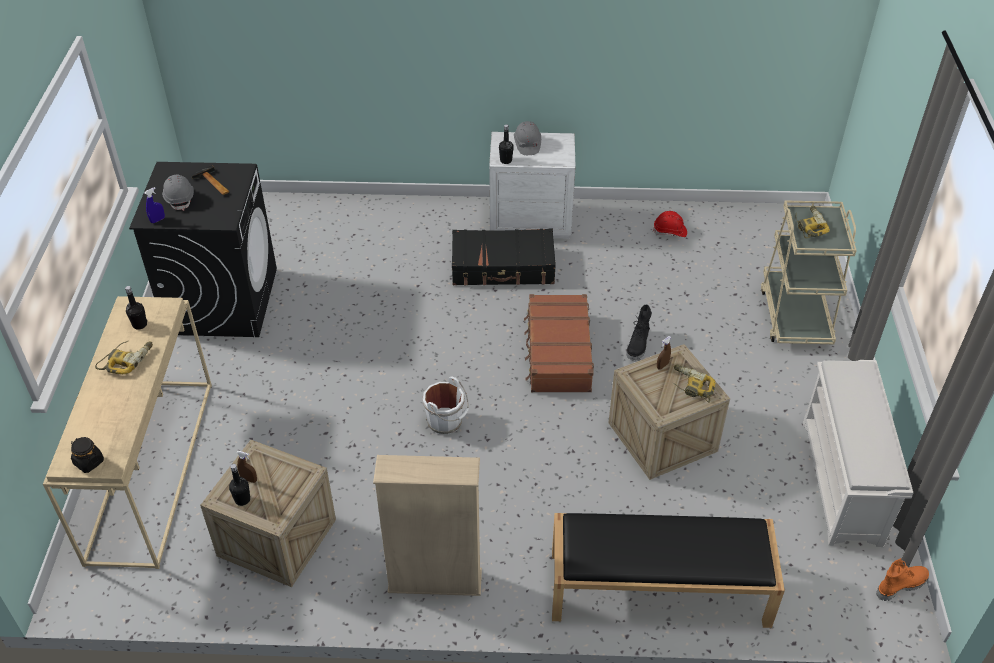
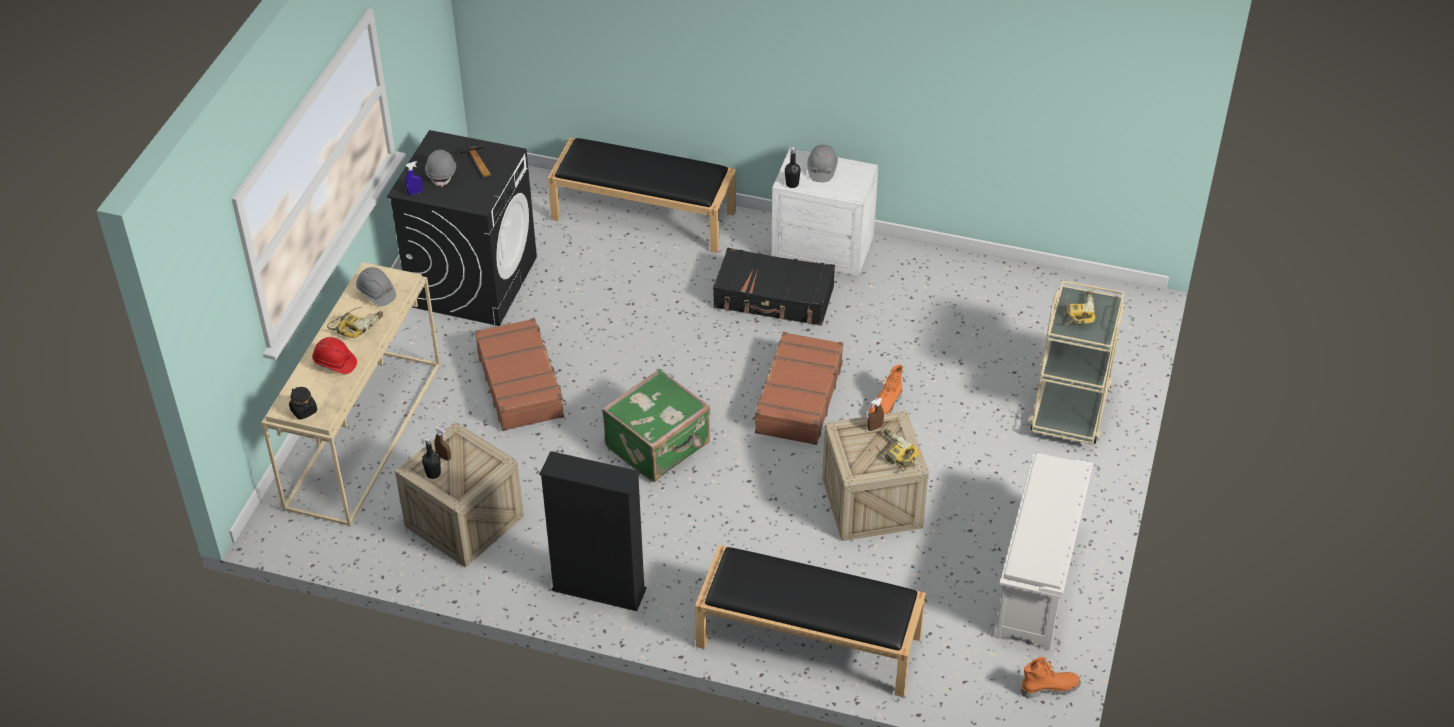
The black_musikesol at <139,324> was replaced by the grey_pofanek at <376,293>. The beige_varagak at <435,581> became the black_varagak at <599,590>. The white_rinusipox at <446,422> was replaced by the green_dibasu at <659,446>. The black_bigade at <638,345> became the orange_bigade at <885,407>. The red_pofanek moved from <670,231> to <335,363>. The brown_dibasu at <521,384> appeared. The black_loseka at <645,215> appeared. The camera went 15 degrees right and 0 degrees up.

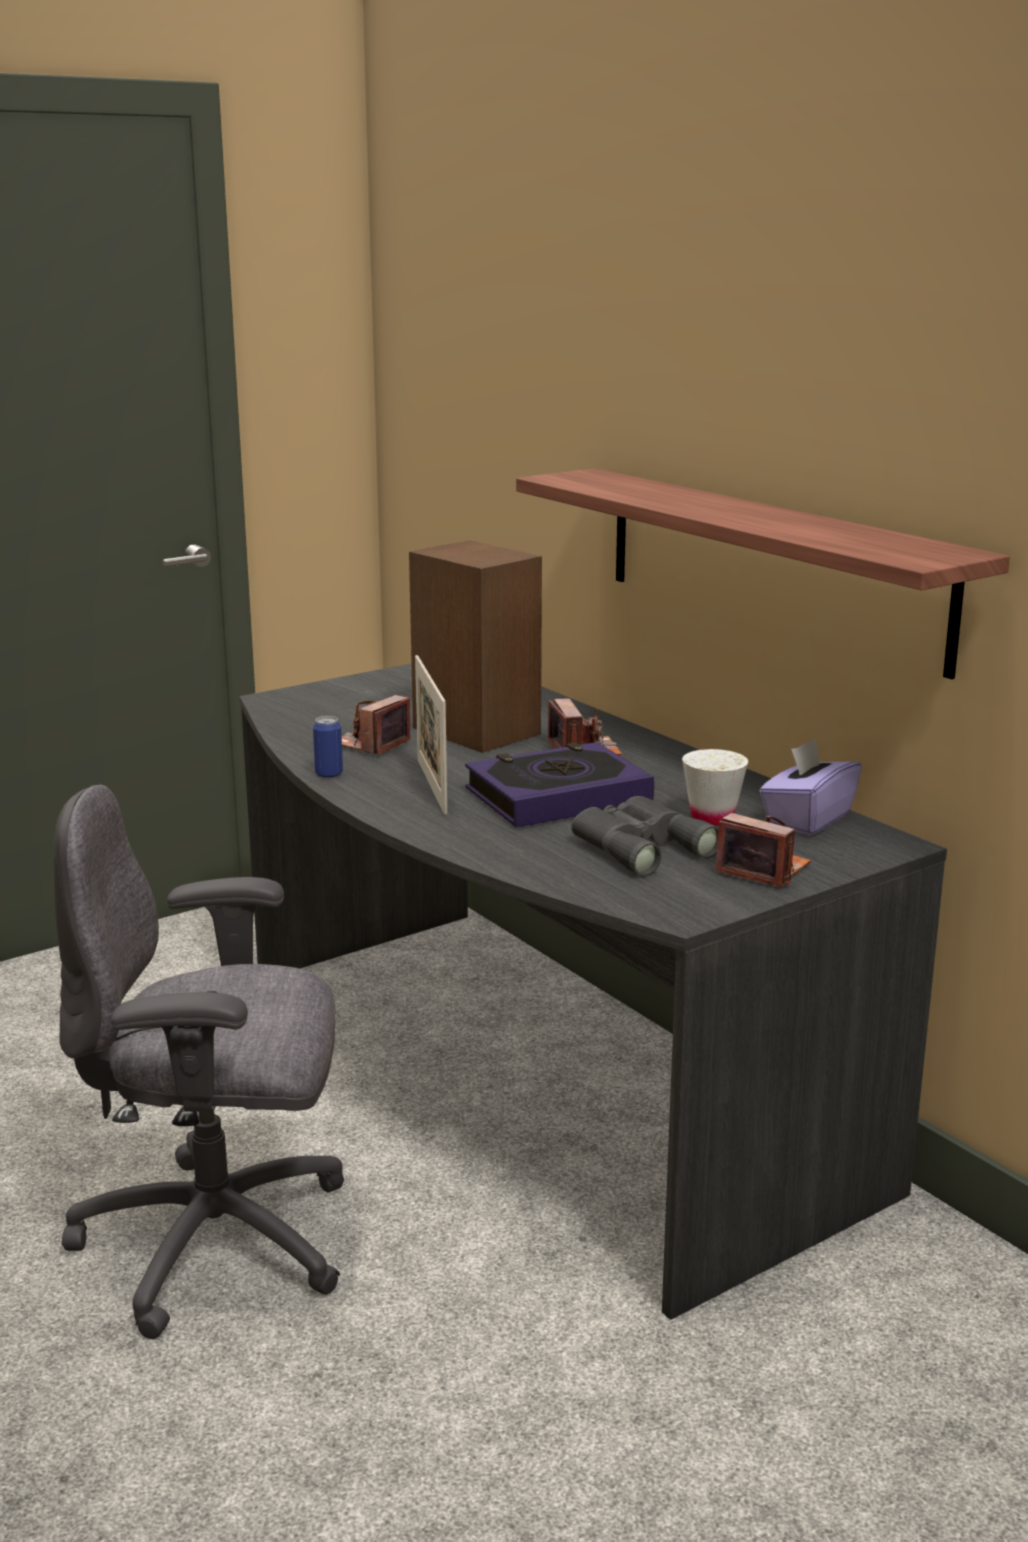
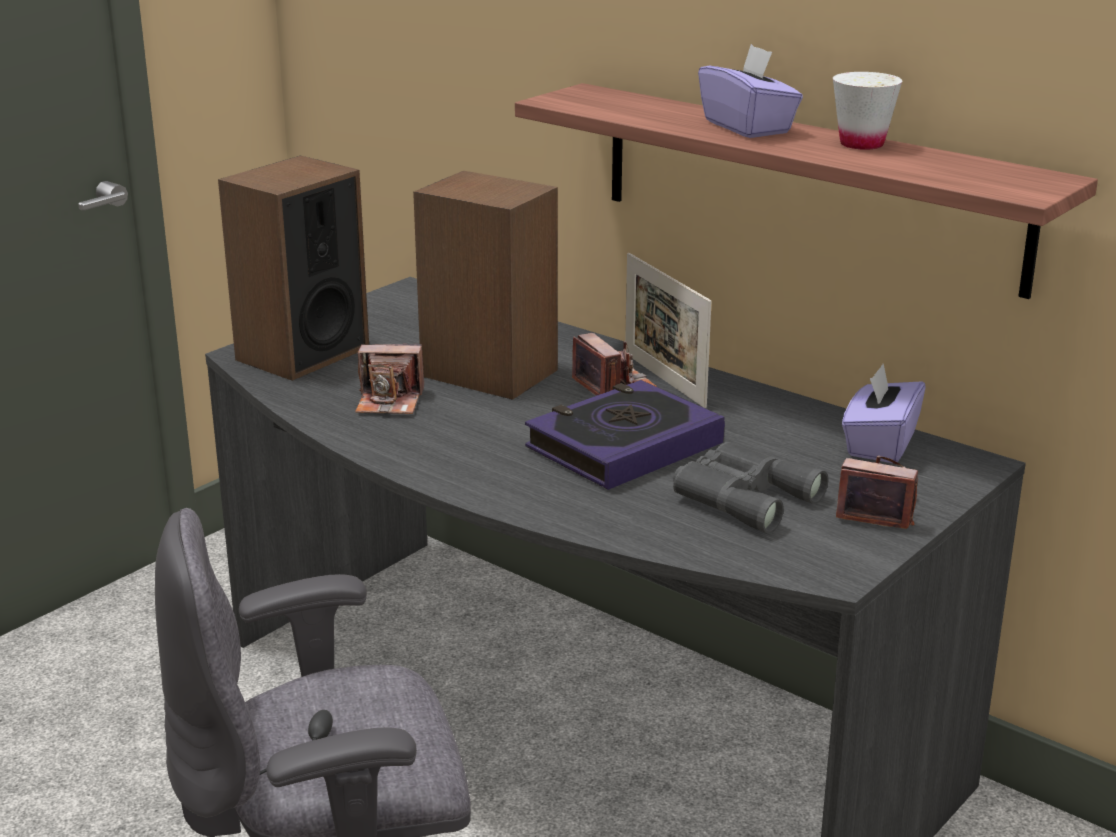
The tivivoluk at <329,774> disappeared. The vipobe at <371,744> turned 105 degrees counterclockwise. The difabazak moved from <431,786> to <664,379>. The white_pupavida moved from <712,819> to <861,144>. The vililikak at <302,353> appeared. The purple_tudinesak at <748,127> appeared. The camera went 15 degrees left and 5 degrees up.

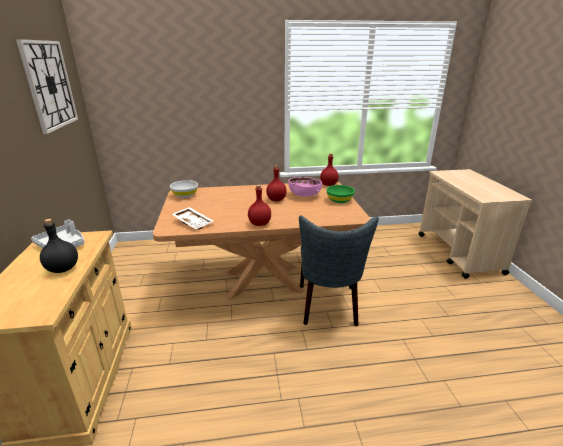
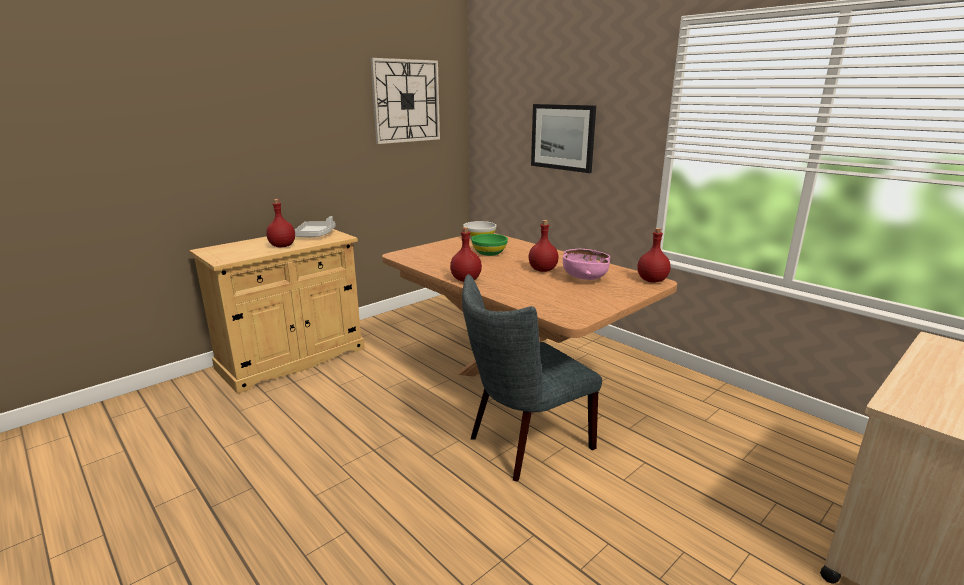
The black_musikesol at <63,269> became the red_musikesol at <282,246>. The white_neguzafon at <193,222> disappeared. The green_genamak moved from <339,200> to <489,253>. The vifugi at <562,137> appeared. The camera went 55 degrees right and 5 degrees down.

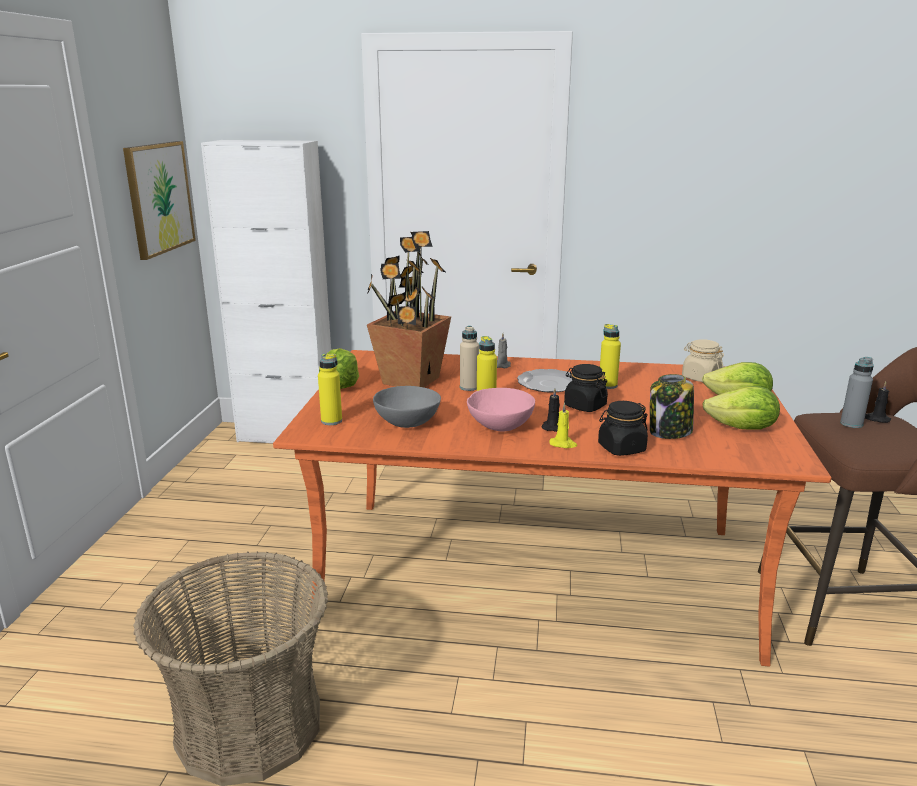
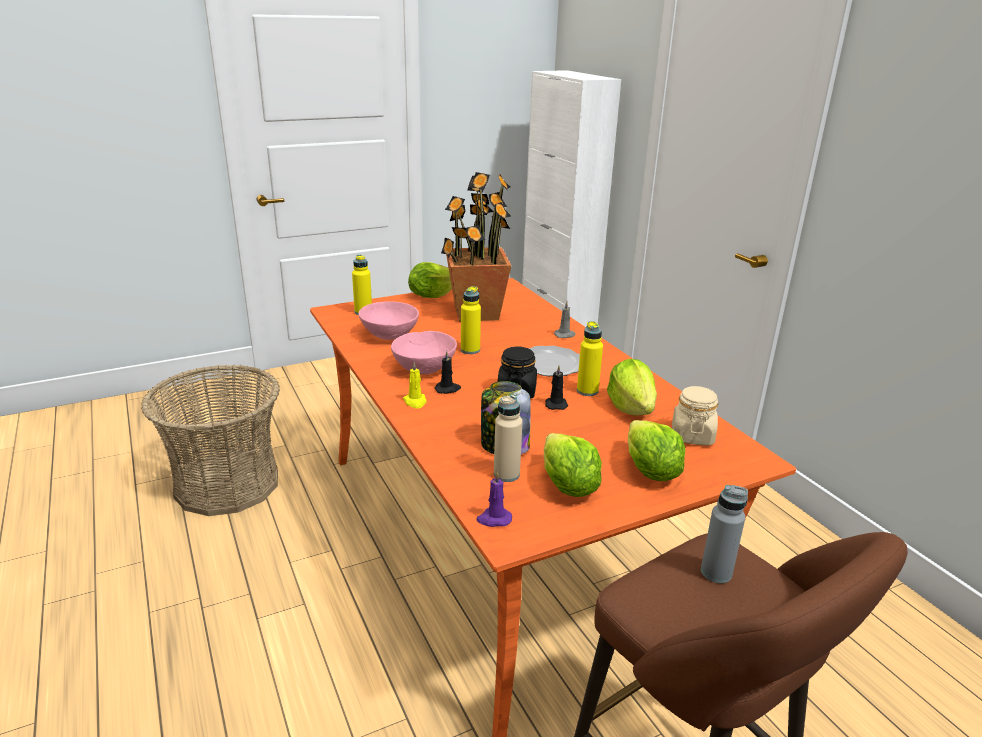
The vifugi at <159,198> disappeared. The grey_genamak at <407,422> became the pink_genamak at <390,335>. The beige_musikesol moved from <469,387> to <506,474>. The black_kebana at <621,448> disappeared. The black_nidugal moved from <876,419> to <555,404>. The purple_nidugal at <494,519> appeared. The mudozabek at <631,408> appeared. The camera went 55 degrees right and 5 degrees up.

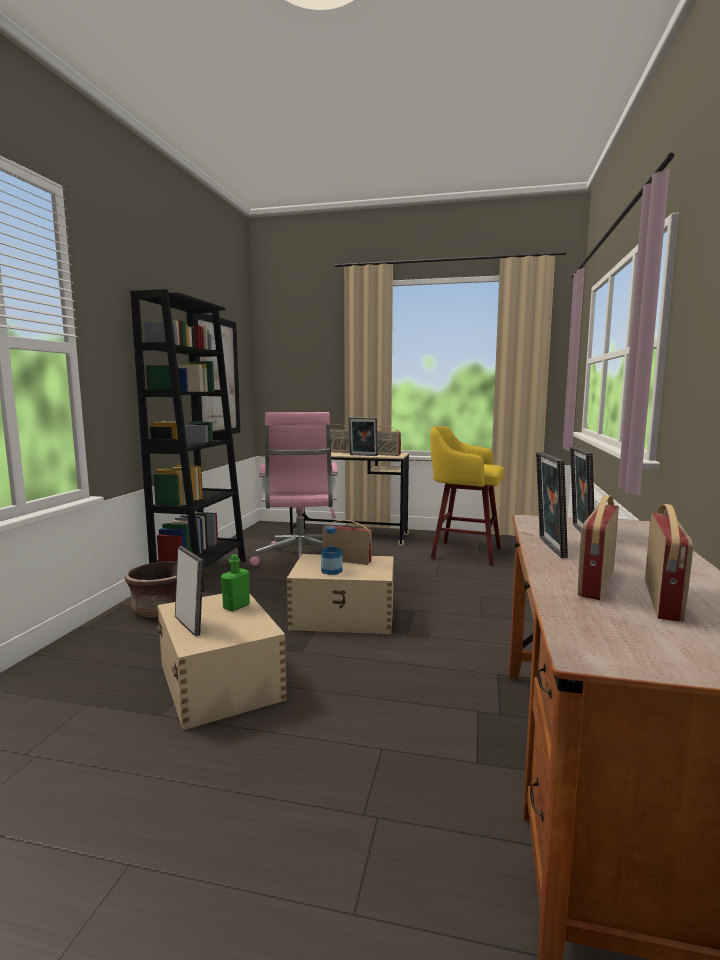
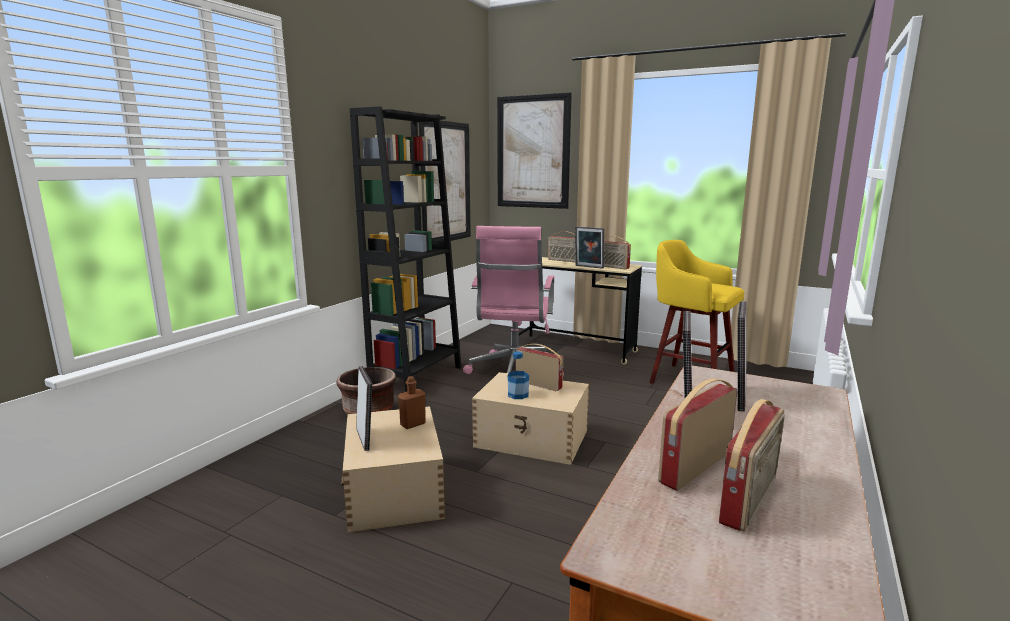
The green_musikesol at <236,606> became the brown_musikesol at <412,424>. The vifugi at <532,152> appeared. The camera went 15 degrees right and 5 degrees up.

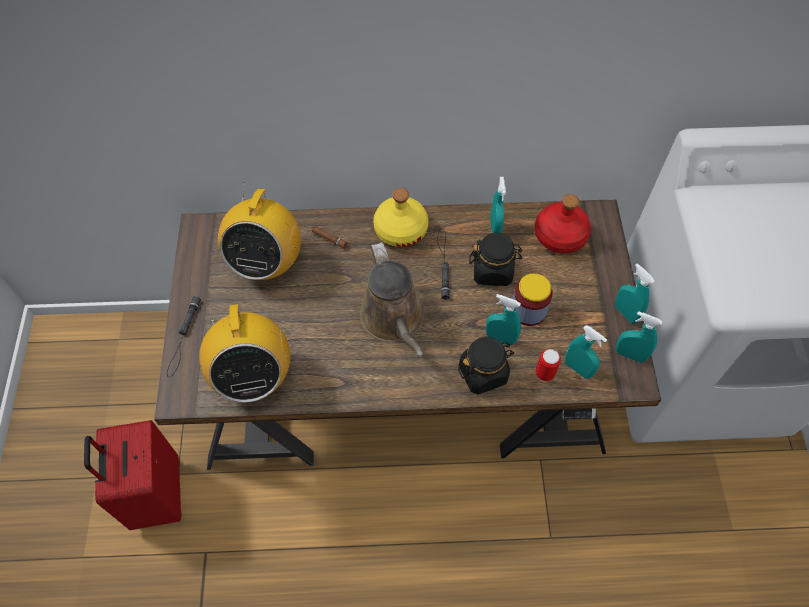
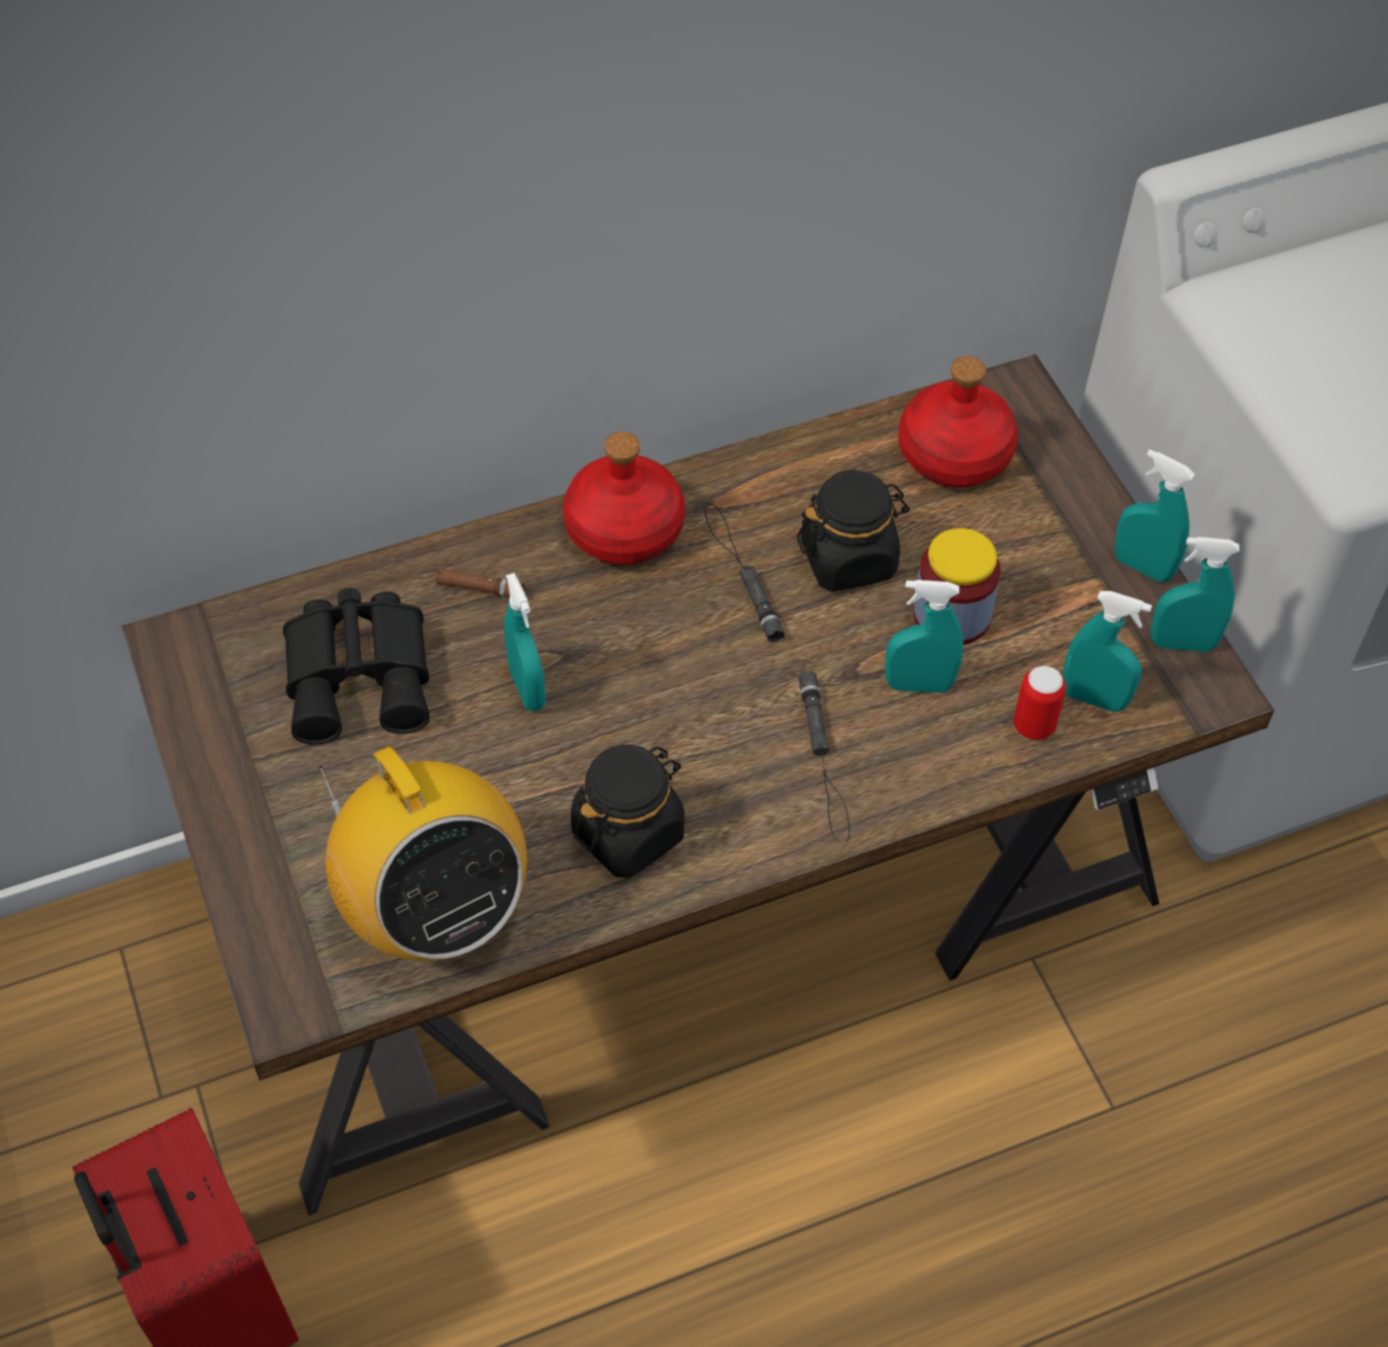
The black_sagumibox moved from <184,337> to <824,760>. The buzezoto at <266,263> was replaced by the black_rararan at <362,674>. The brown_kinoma at <394,320> disappeared. The yellow_musikesol at <400,229> became the red_musikesol at <623,528>. The black_kebana moved from <483,373> to <628,833>. The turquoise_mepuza moved from <495,228> to <527,688>. The camera went 20 degrees left and 5 degrees down.

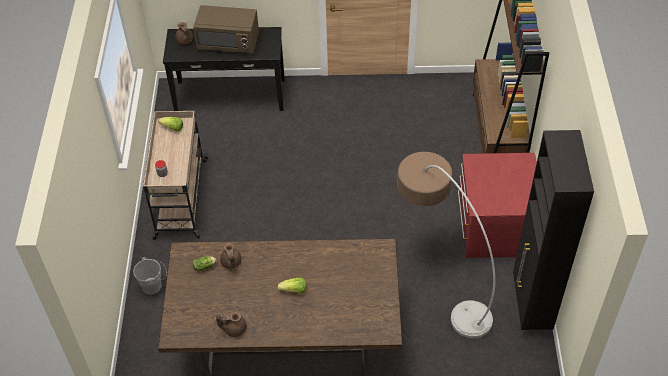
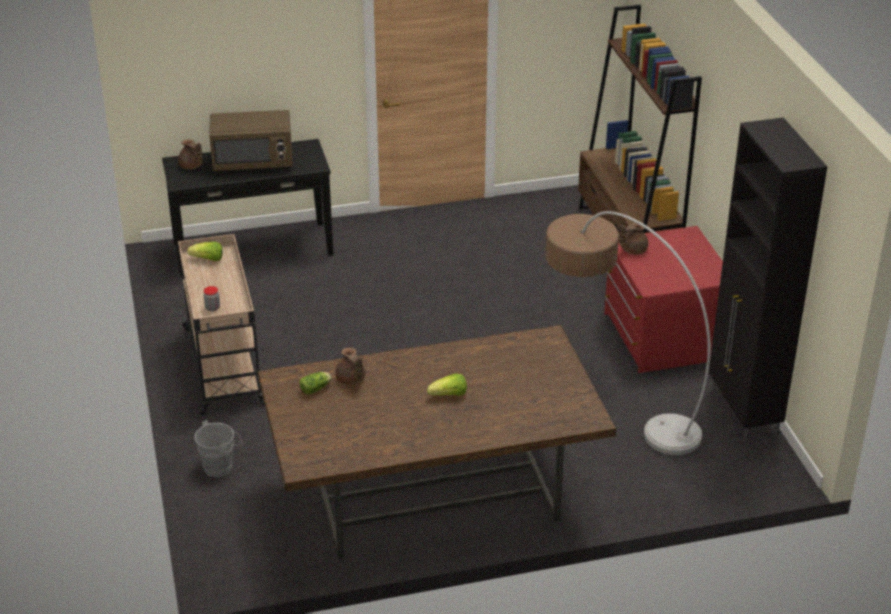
The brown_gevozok moved from <234,329> to <633,250>. The camera went 15 degrees left and 15 degrees down.

